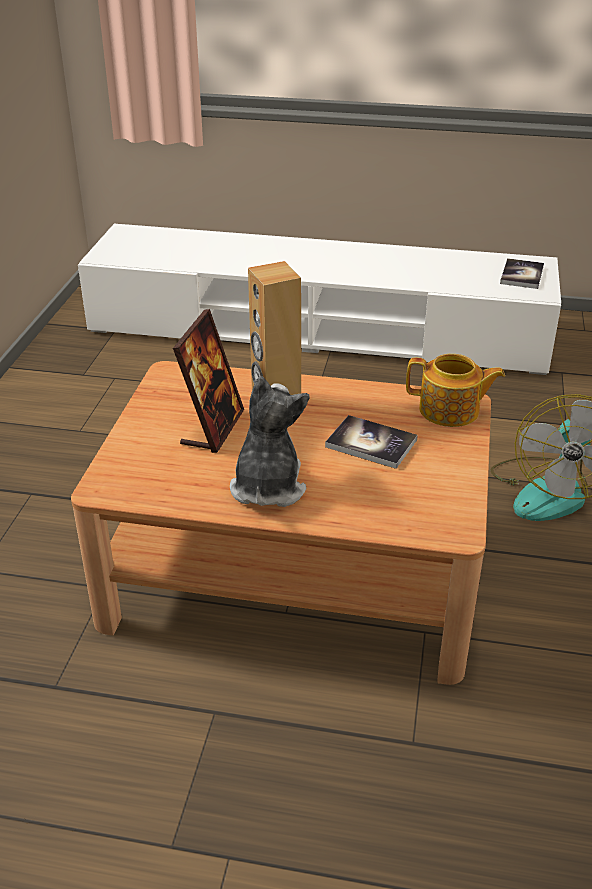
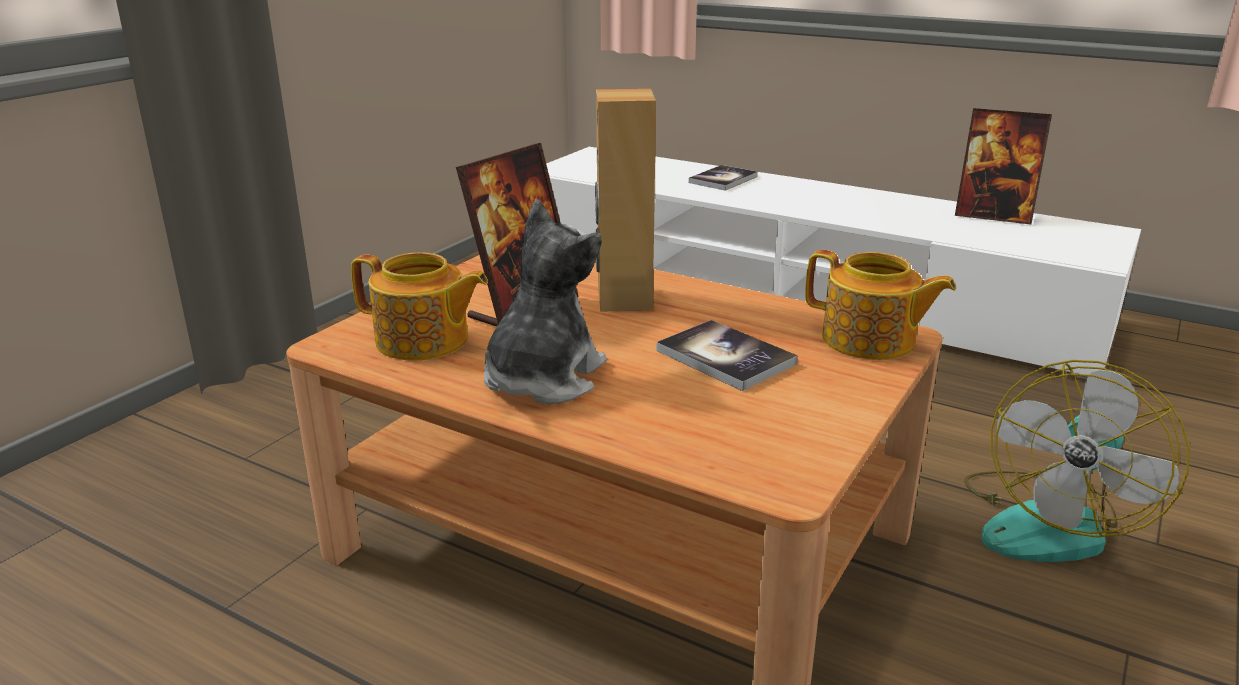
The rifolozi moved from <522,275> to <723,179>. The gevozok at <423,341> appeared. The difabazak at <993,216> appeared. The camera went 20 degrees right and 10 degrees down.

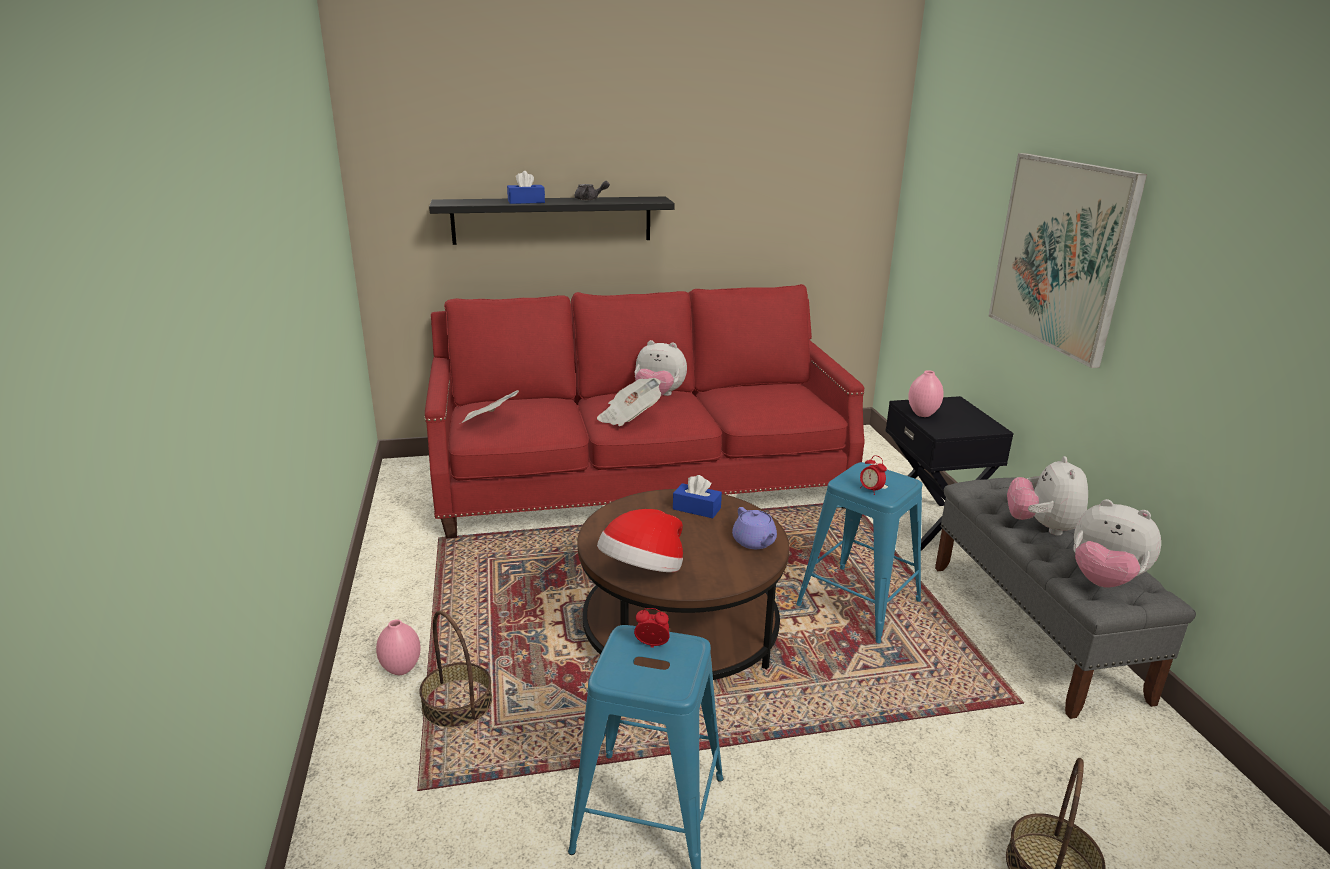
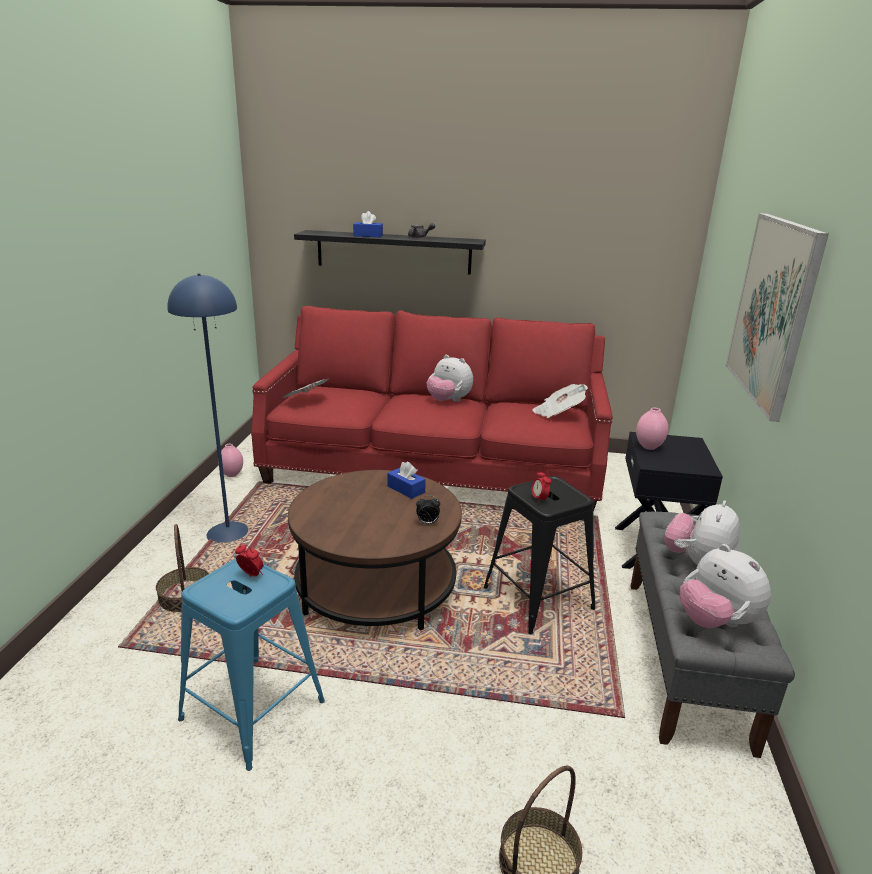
The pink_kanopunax moved from <401,669> to <231,474>. The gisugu moved from <629,418> to <558,413>. The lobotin at <643,572> disappeared. The purple_gevozok at <754,542> was replaced by the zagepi at <427,523>. The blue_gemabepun at <858,603> became the black_gemabepun at <537,598>. The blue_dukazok at <228,533> appeared. The camera went 20 degrees right and 0 degrees up.

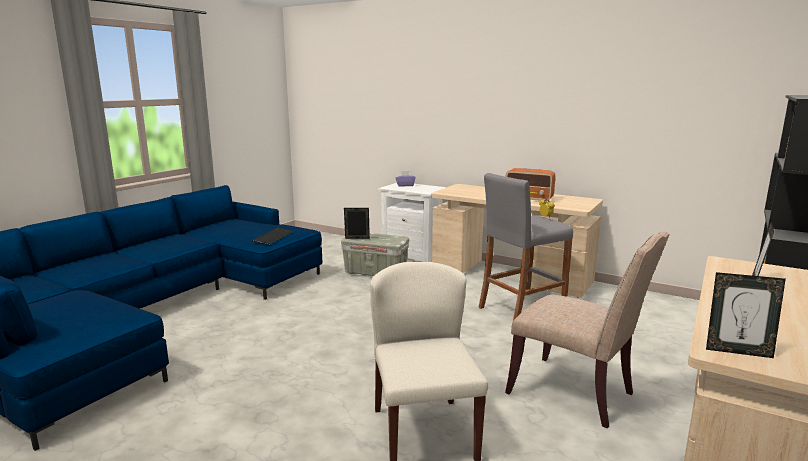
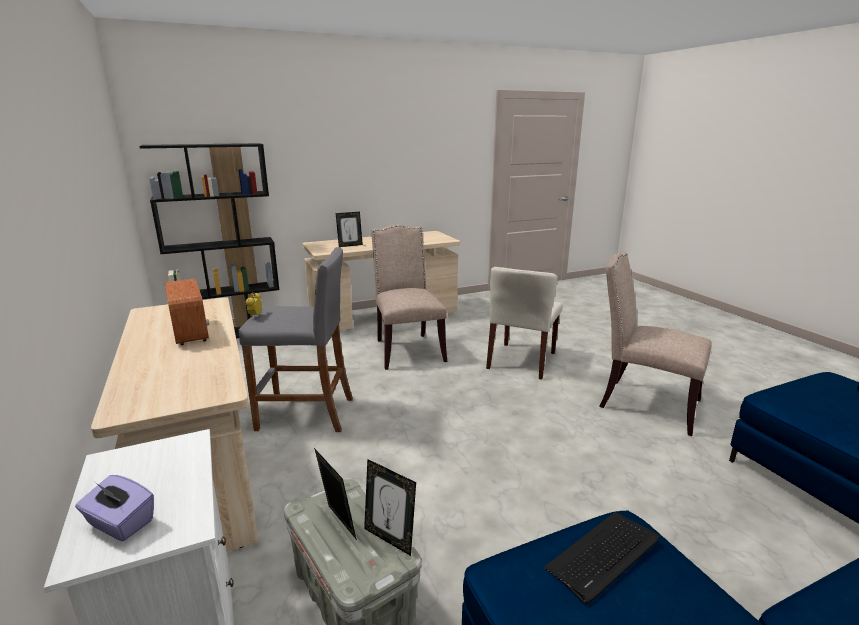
The difabazak moved from <737,351> to <337,524>. The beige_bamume at <644,403> appeared. The camera went 145 degrees left and 5 degrees up.

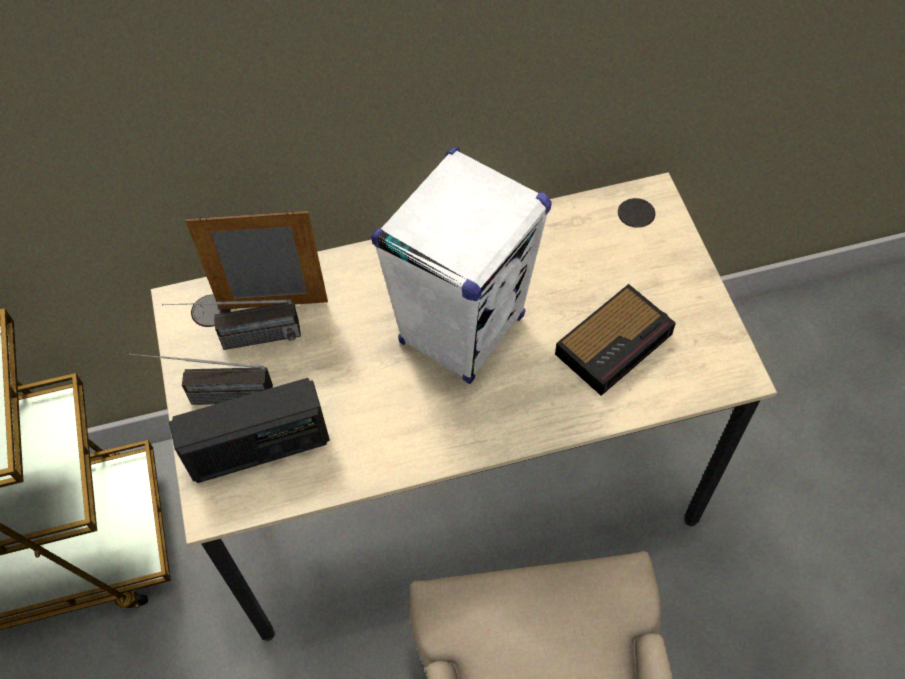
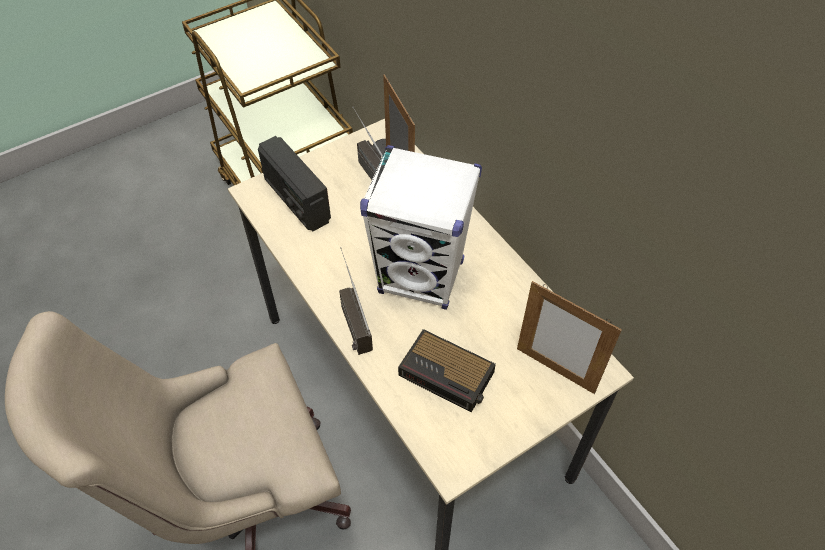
The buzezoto moved from <210,398> to <350,316>. The difabazak at <555,370> appeared. The camera went 70 degrees right and 5 degrees down.

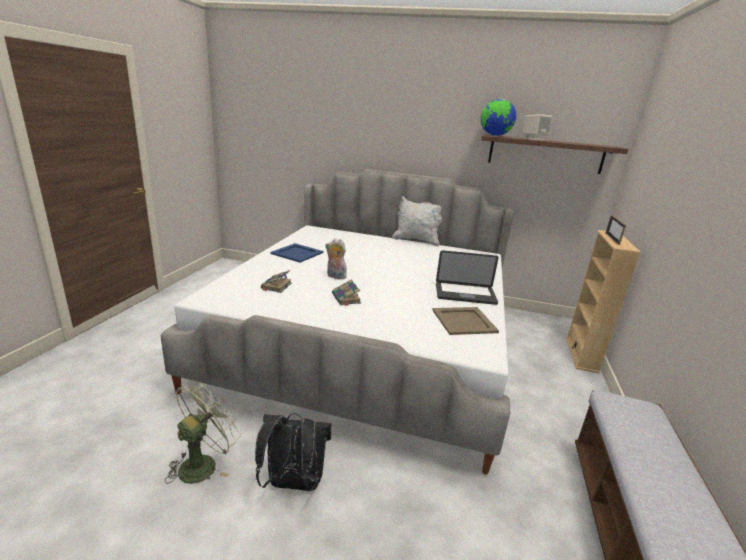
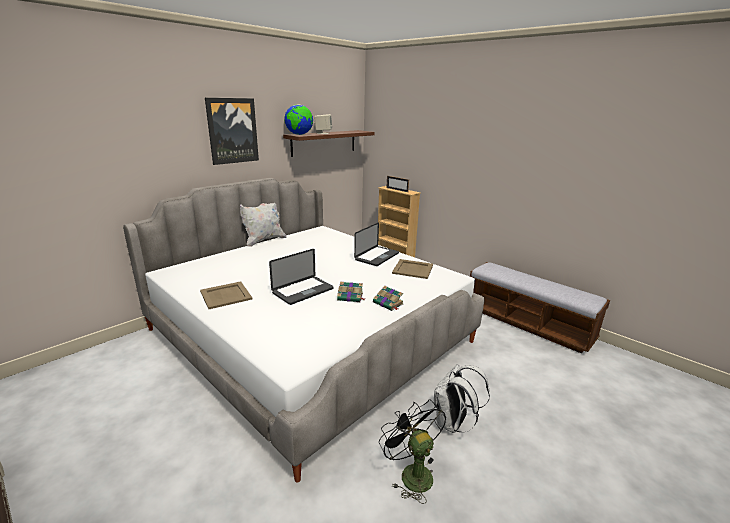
The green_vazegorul at <203,463> became the black_vazegorul at <411,473>. The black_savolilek at <293,483> became the white_savolilek at <452,423>. The rifolozi moved from <276,286> to <388,303>. The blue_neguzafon at <297,253> became the beige_neguzafon at <226,295>. The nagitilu at <335,276> was replaced by the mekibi at <303,291>. The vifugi at <232,131> appeared. The camera went 60 degrees left and 0 degrees up.

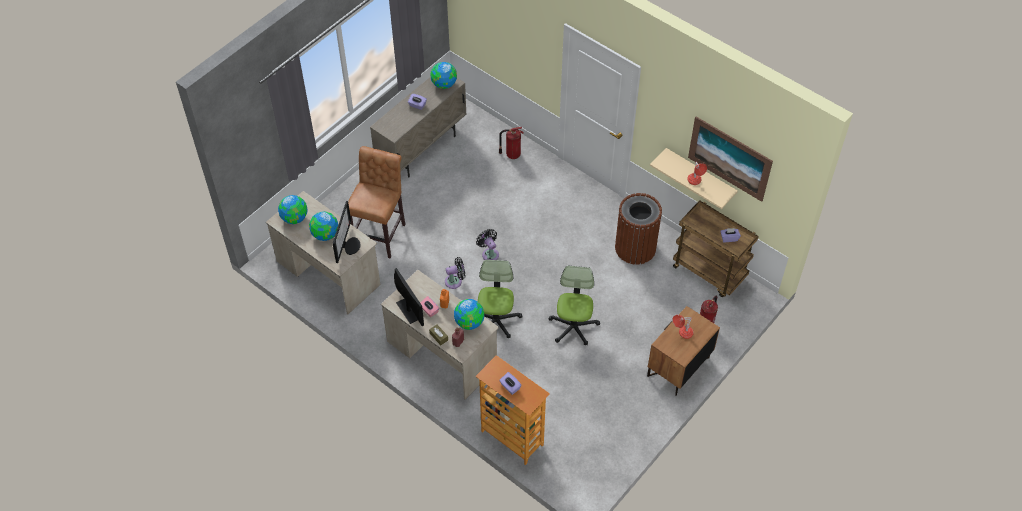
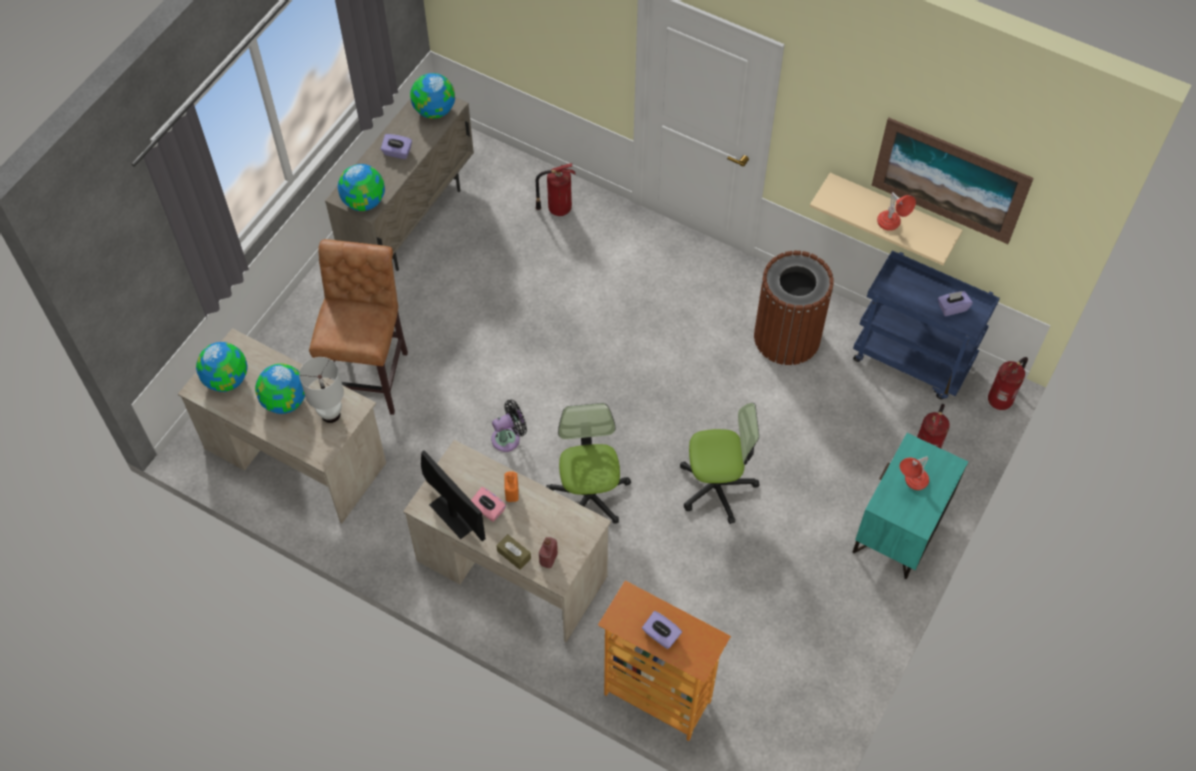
The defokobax at <349,245> was replaced by the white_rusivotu at <330,414>. The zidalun moved from <469,322> to <364,201>. The black_vazegorul at <489,253> disappeared. The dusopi at <573,326> turned 90 degrees clockwise. The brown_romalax at <678,367> became the turquoise_romalax at <899,529>. The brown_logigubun at <710,272> became the blue_logigubun at <913,360>. The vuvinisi at <1001,400> appeared. The camera went 10 degrees left and 5 degrees up.

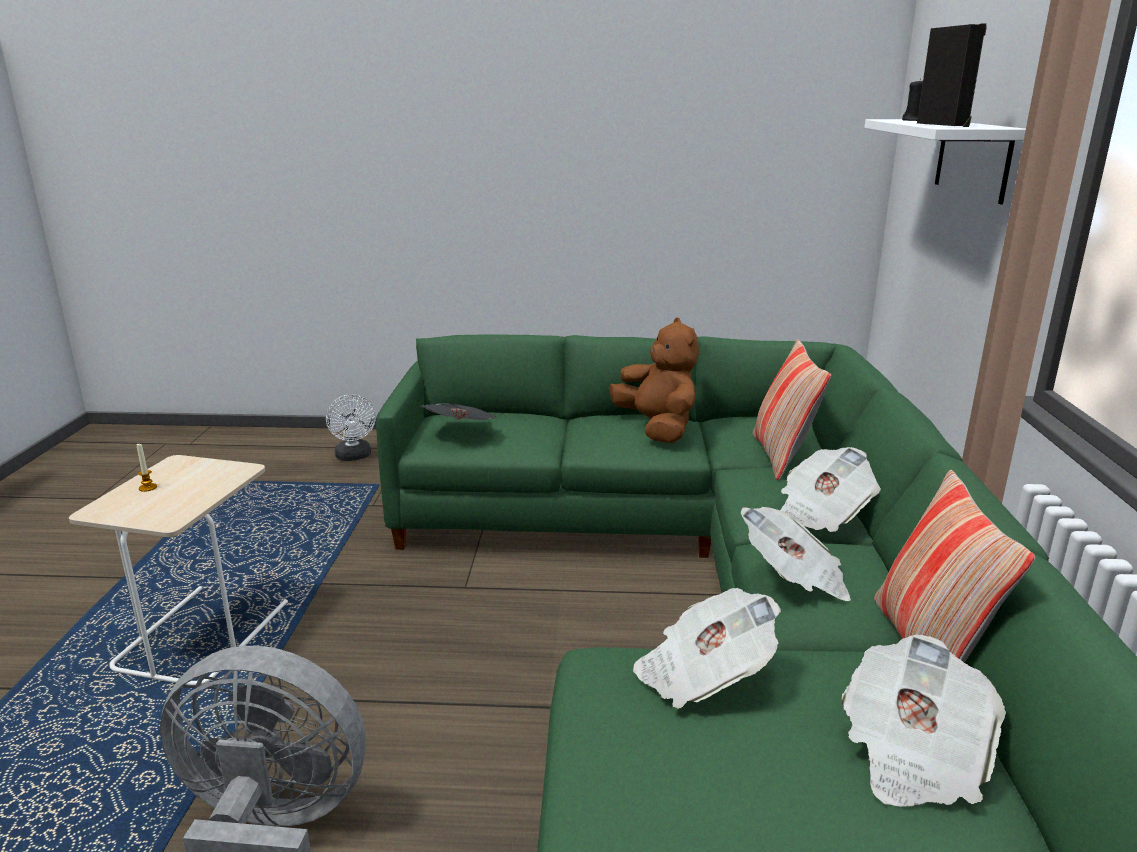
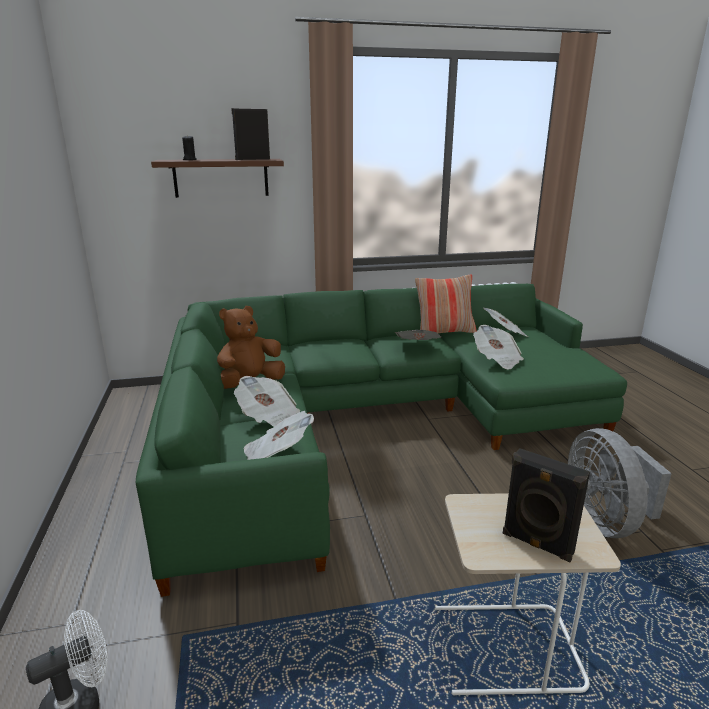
The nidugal at <148,488> was replaced by the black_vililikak at <537,544>. The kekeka at <782,456> disappeared. The gisugu moved from <822,513> to <268,418>. The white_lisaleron at <972,158> became the brown_lisaleron at <221,178>. The camera went 105 degrees left and 0 degrees up.

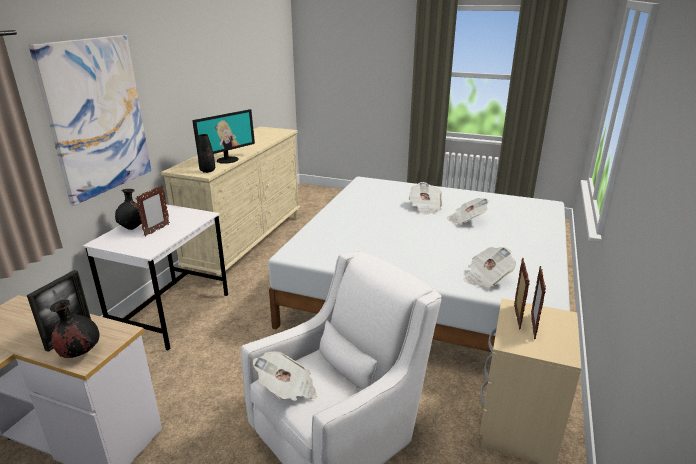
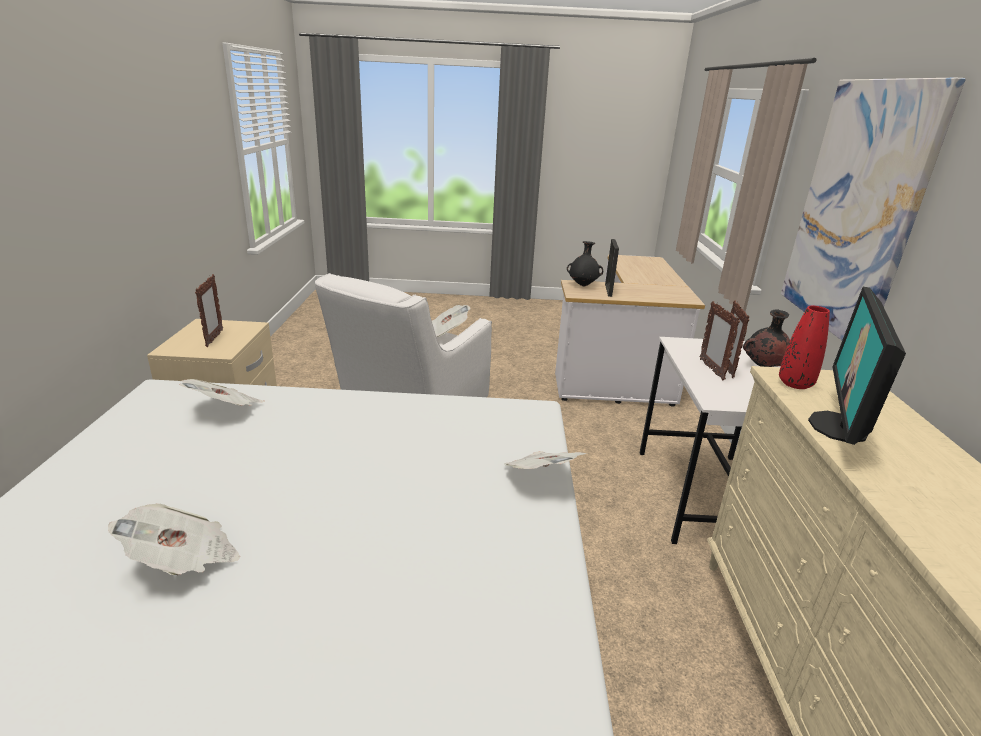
The black_kanopunax at <207,171> became the red_kanopunax at <795,384>. The gisugu moved from <425,207> to <542,476>. The difabazak moved from <516,317> to <711,369>. The camera went 160 degrees right and 0 degrees up.

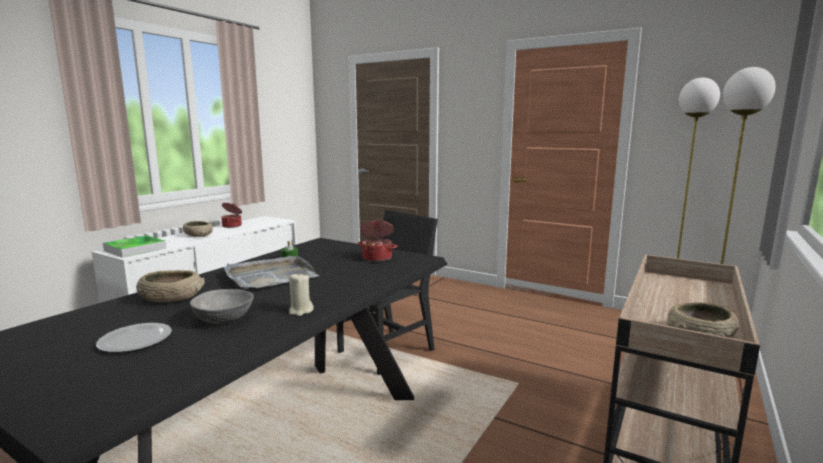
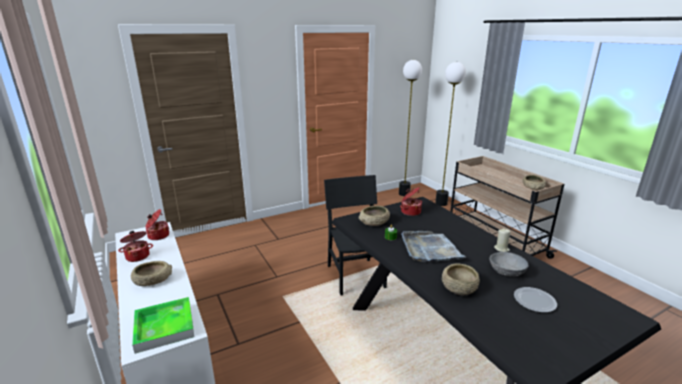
The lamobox at <158,236> appeared. The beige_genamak at <374,222> appeared. The camera went 60 degrees left and 10 degrees up.

